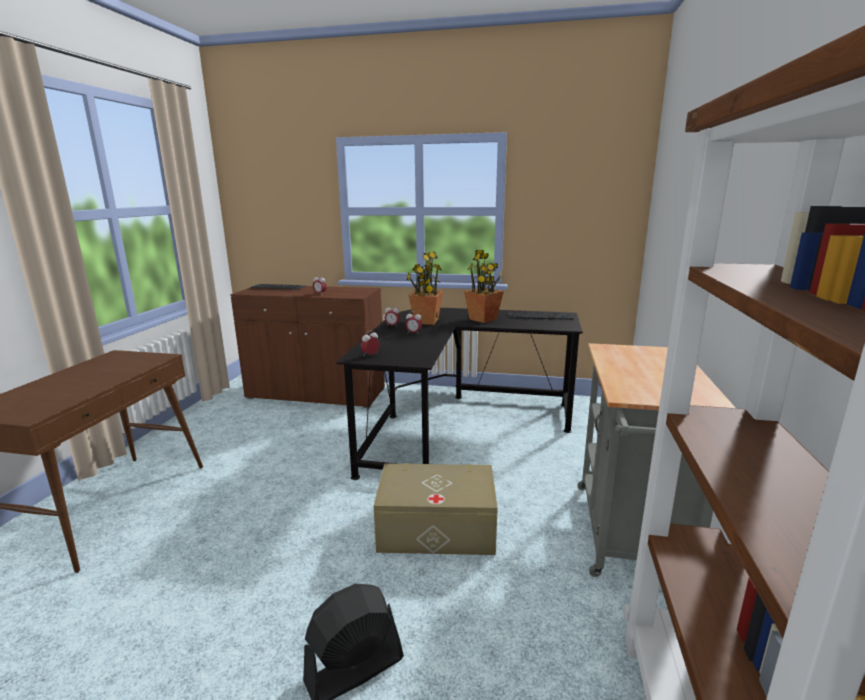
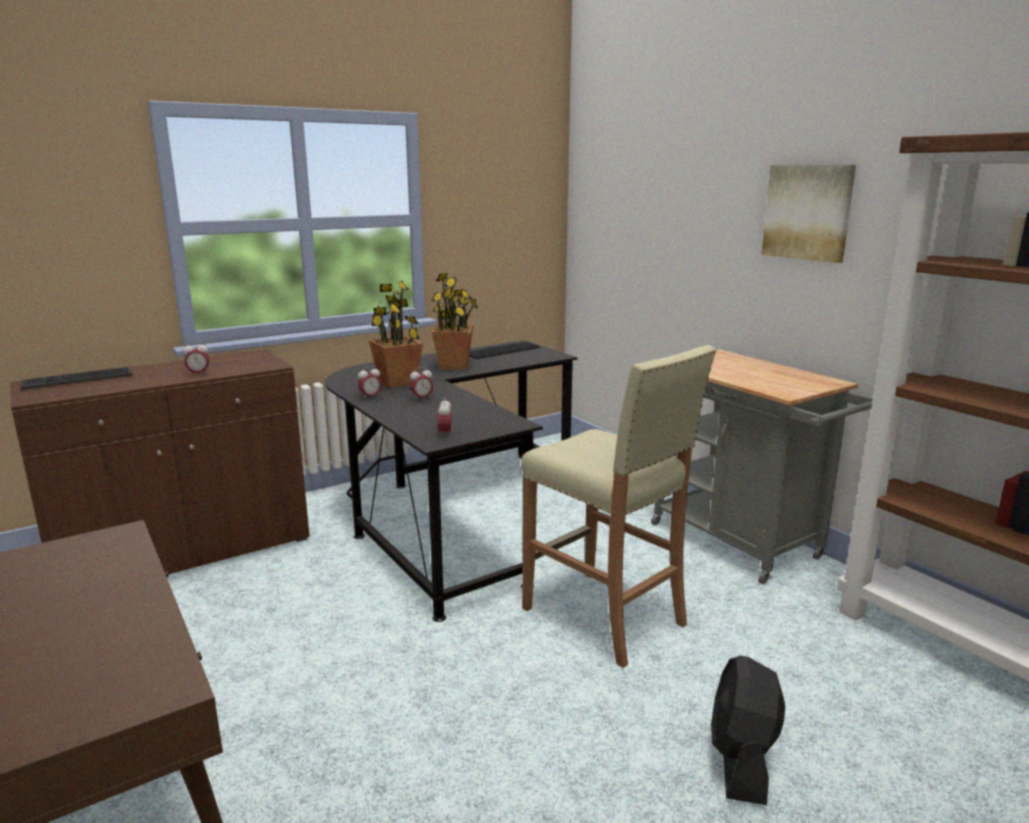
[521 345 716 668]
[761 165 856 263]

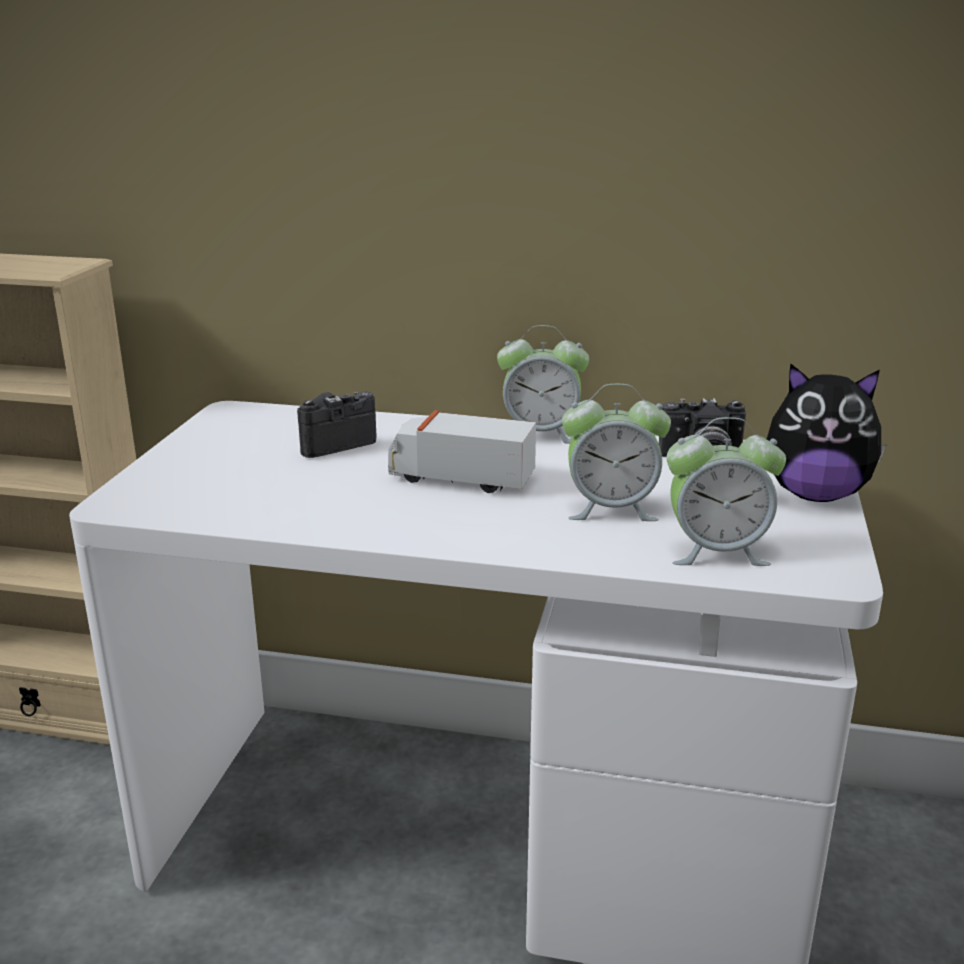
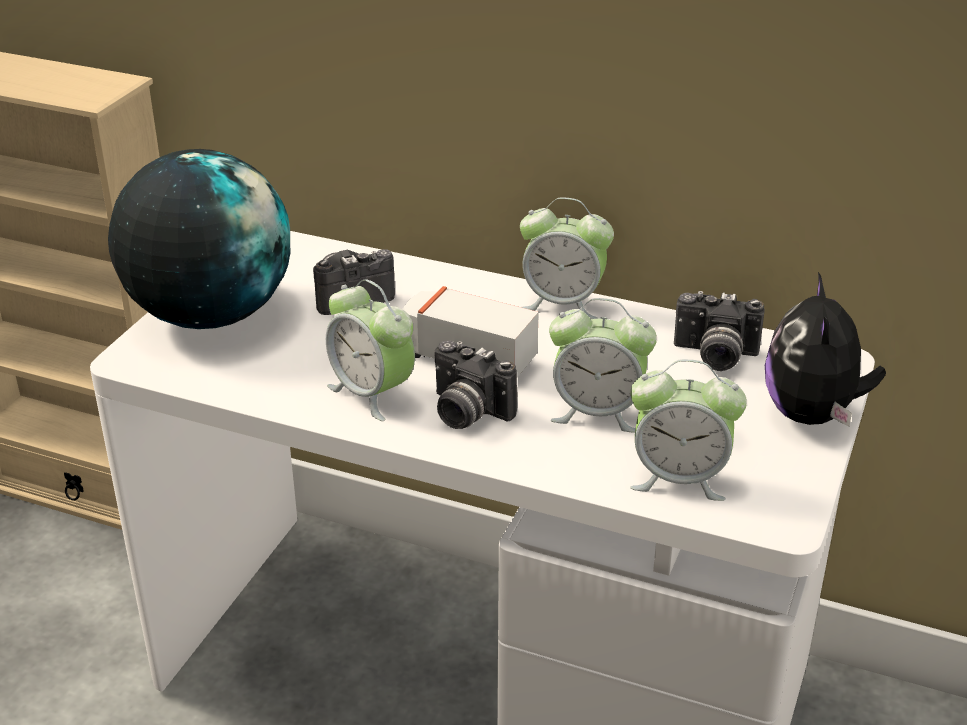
[108 149 290 329]
[326 279 415 421]
[435 341 517 429]
[765 272 886 427]

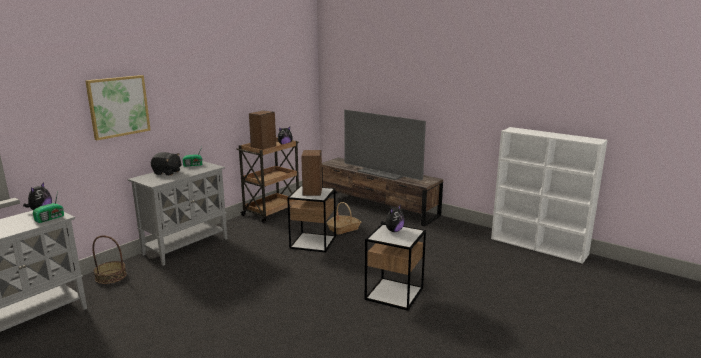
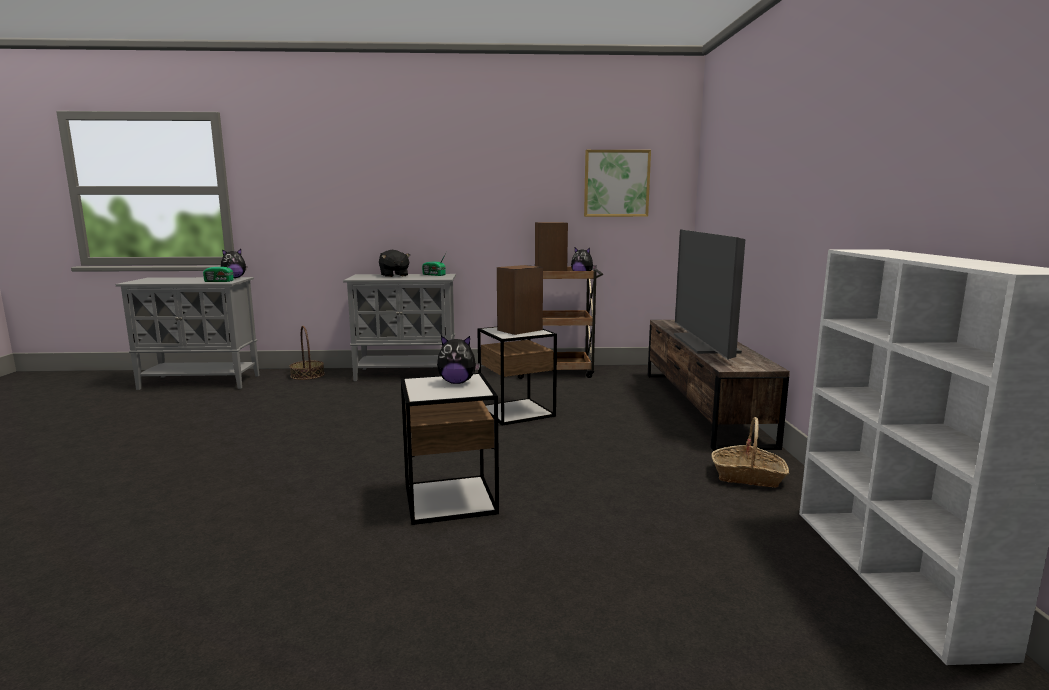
[584 150 651 217]
[711 417 789 488]

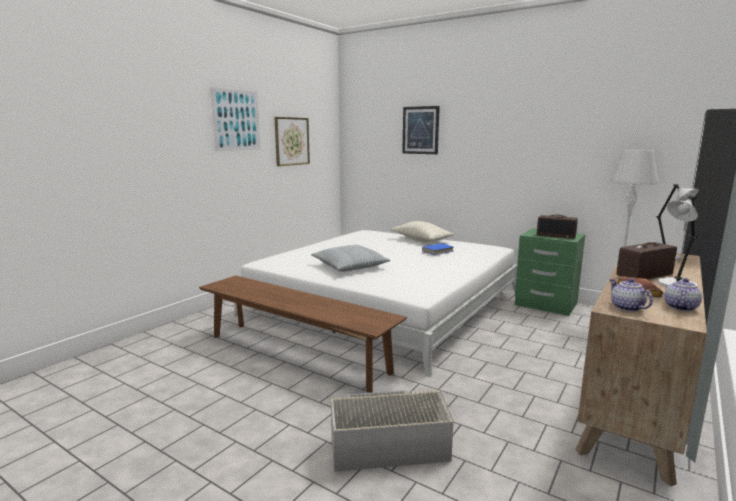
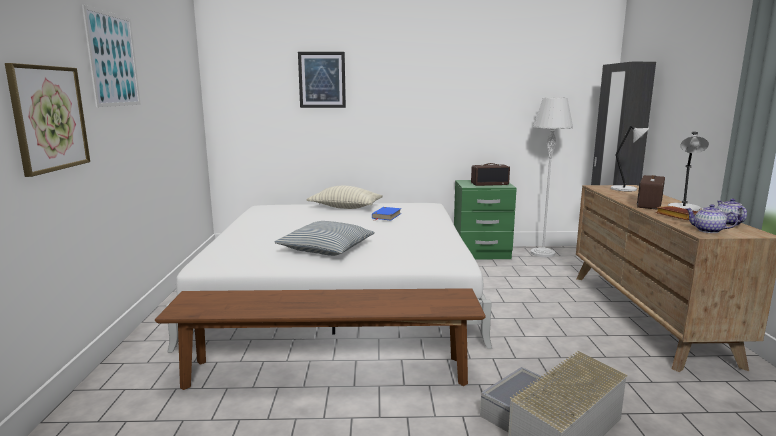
[5 63 90 177]

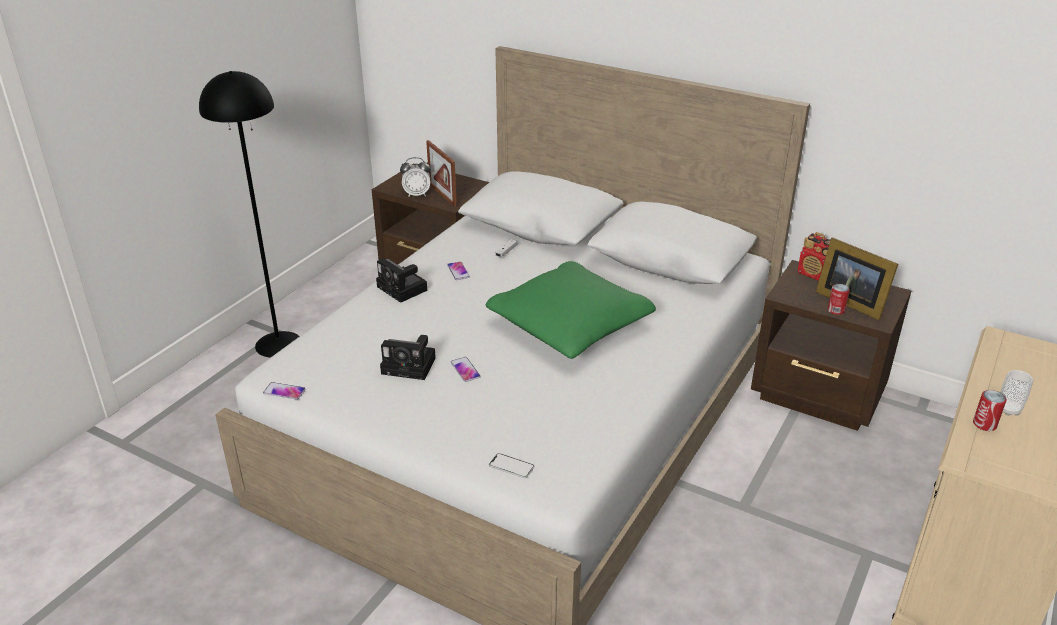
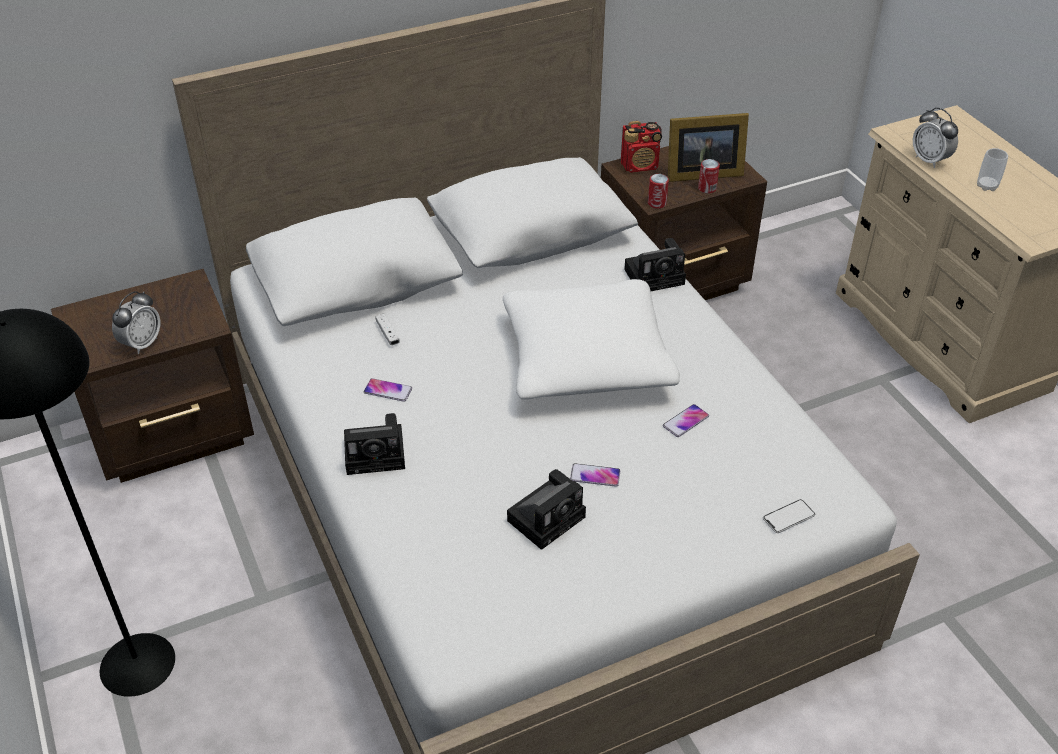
[503 279 680 400]
[624 238 686 291]
[648 174 669 209]
[663 404 709 437]
[913 107 958 168]
[426 140 457 207] (first image)

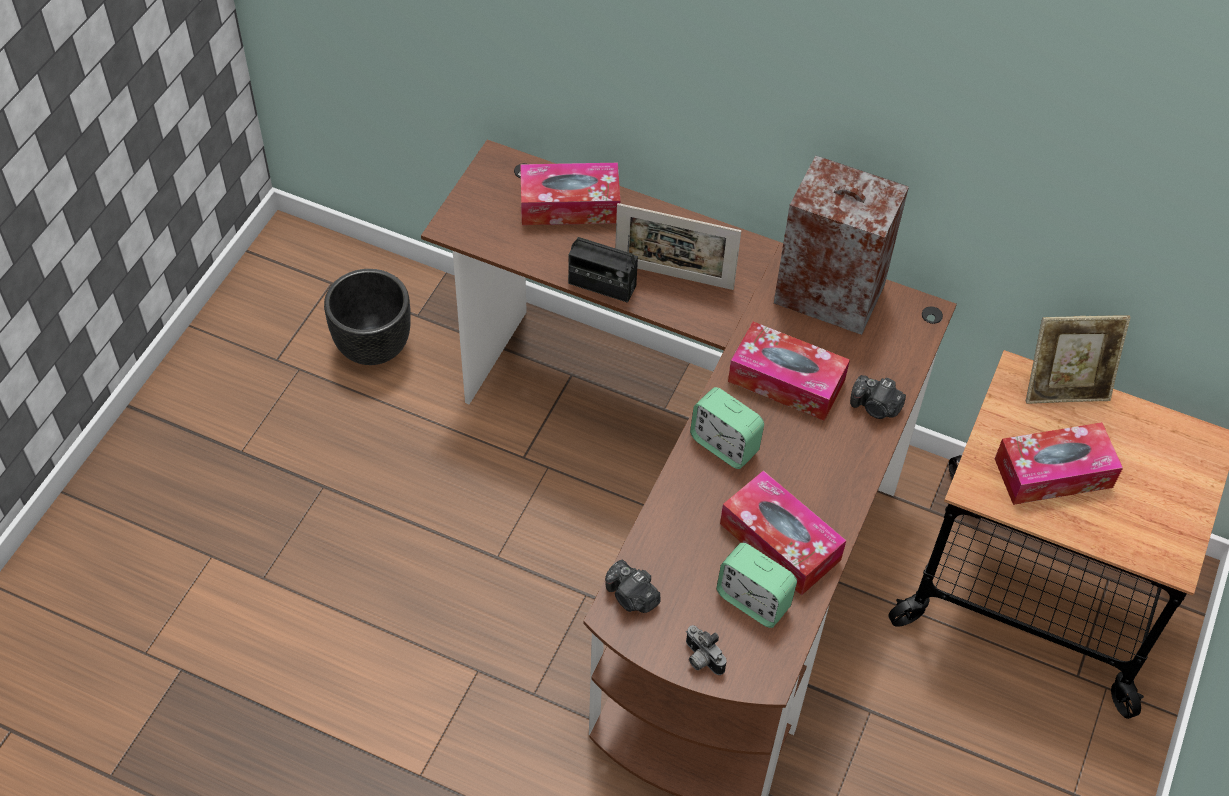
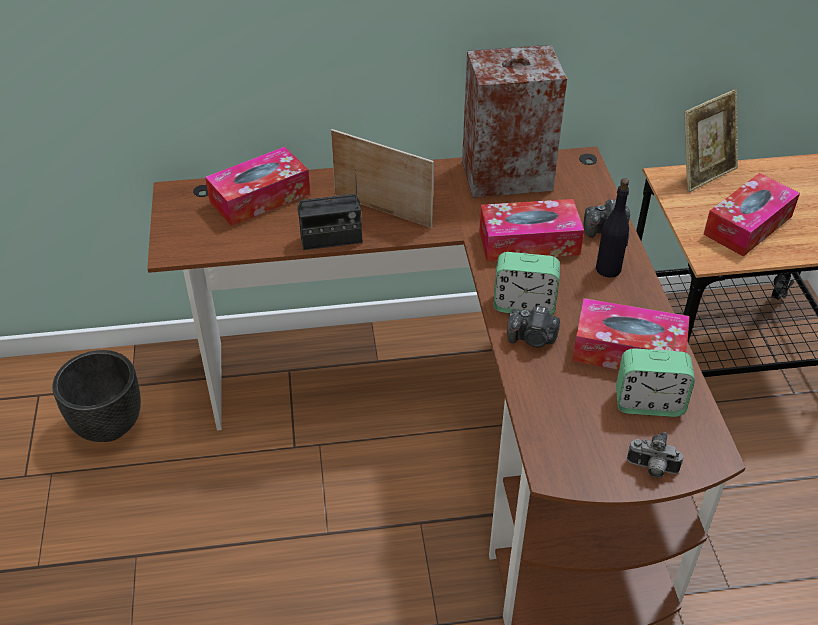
[331 129 434 228]
[507 306 560 347]
[596 178 629 278]

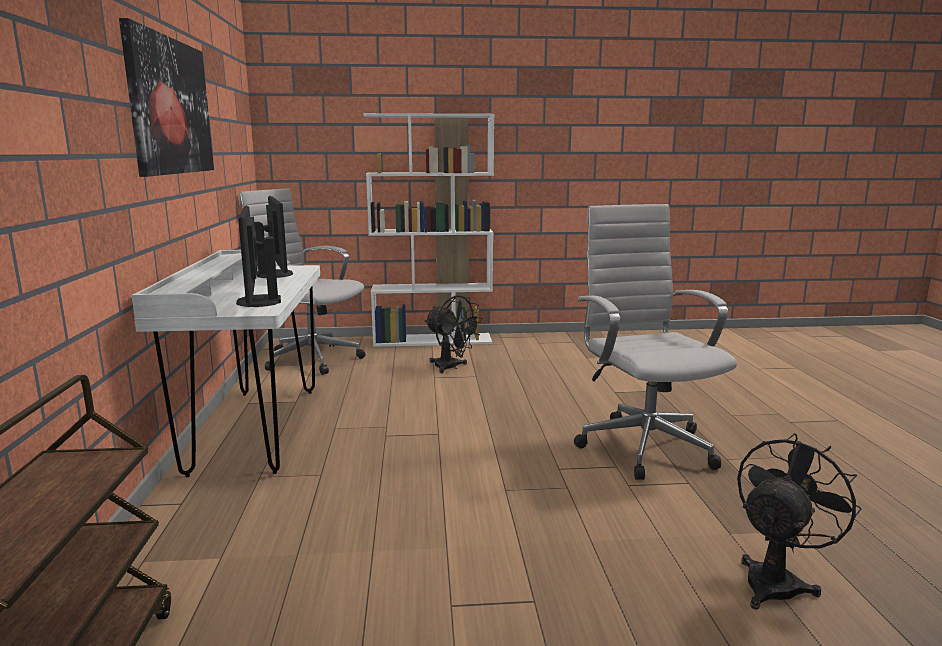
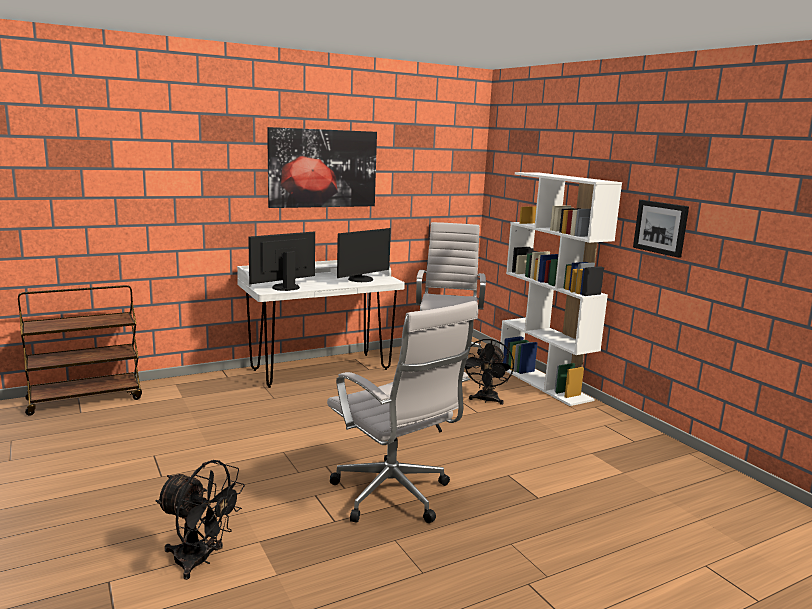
[327 301 478 523]
[633 200 689 258]

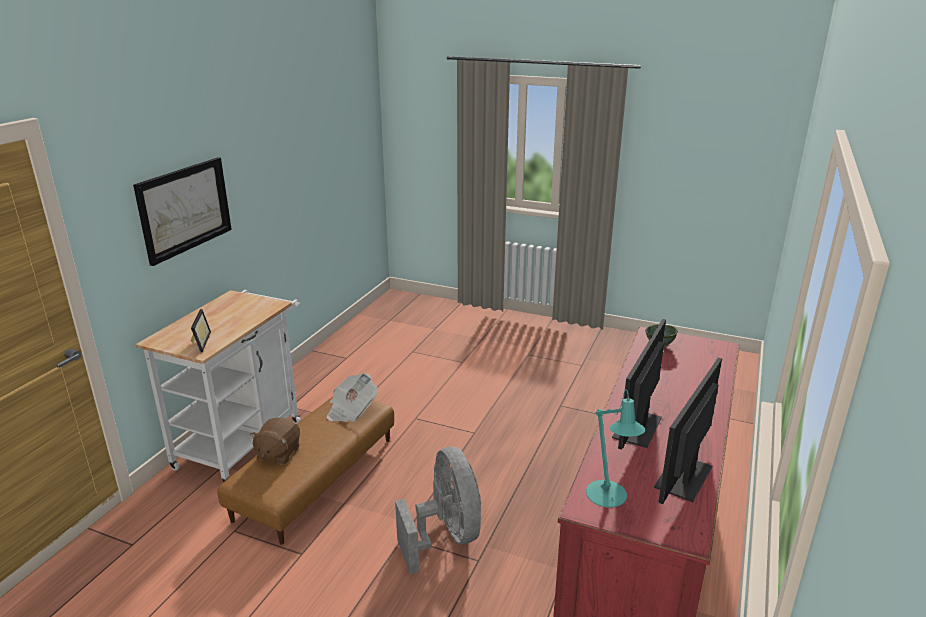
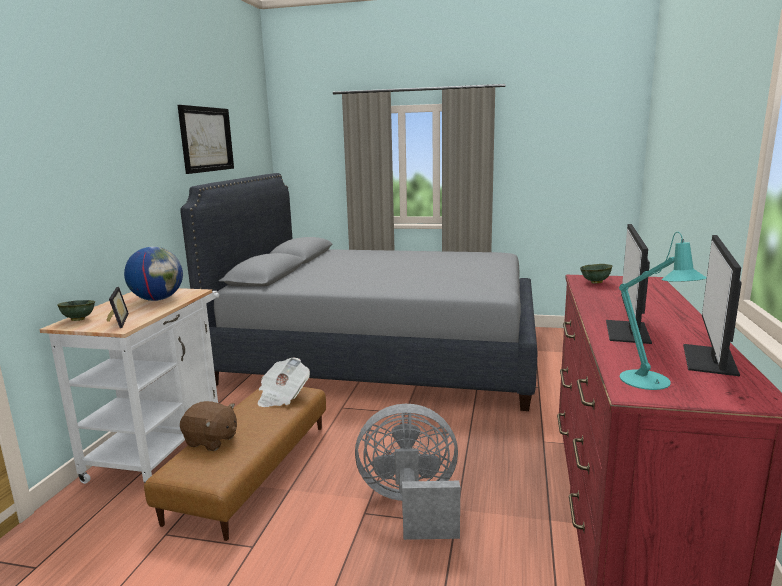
[57 300 95 321]
[124 247 183 301]
[178 105 234 174]
[180 173 537 411]
[180 401 237 451]
[355 404 460 540]

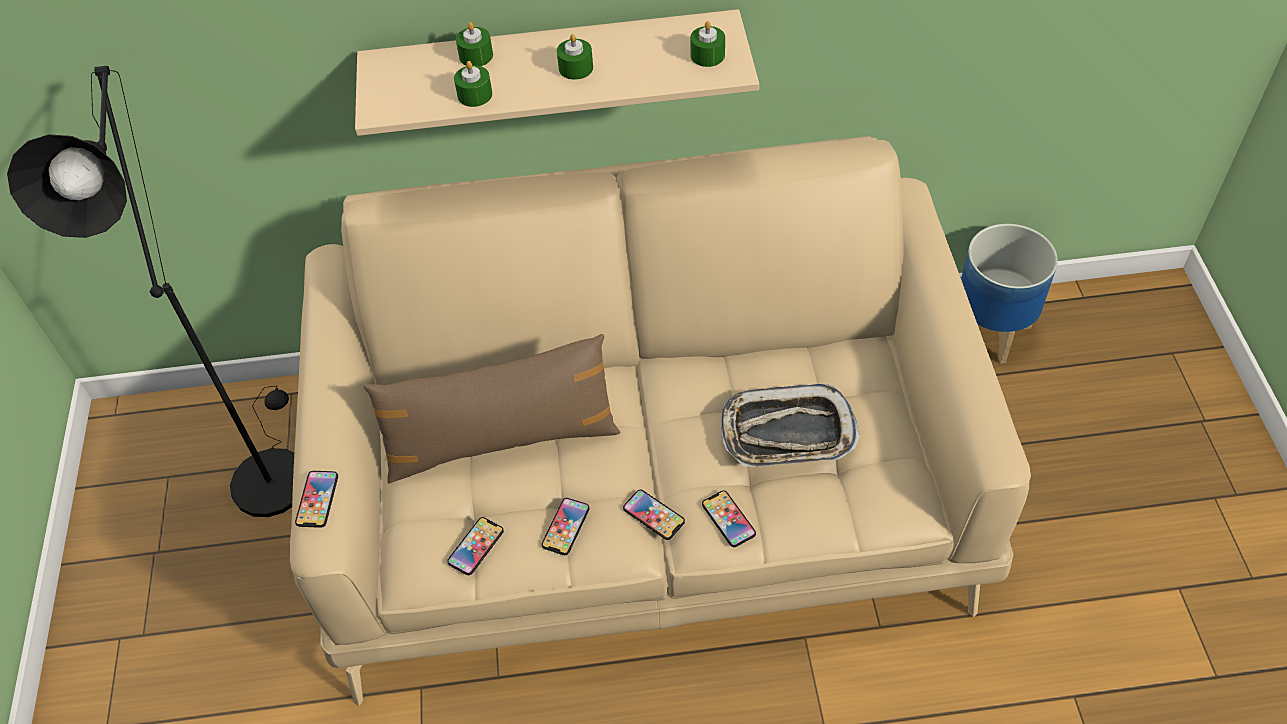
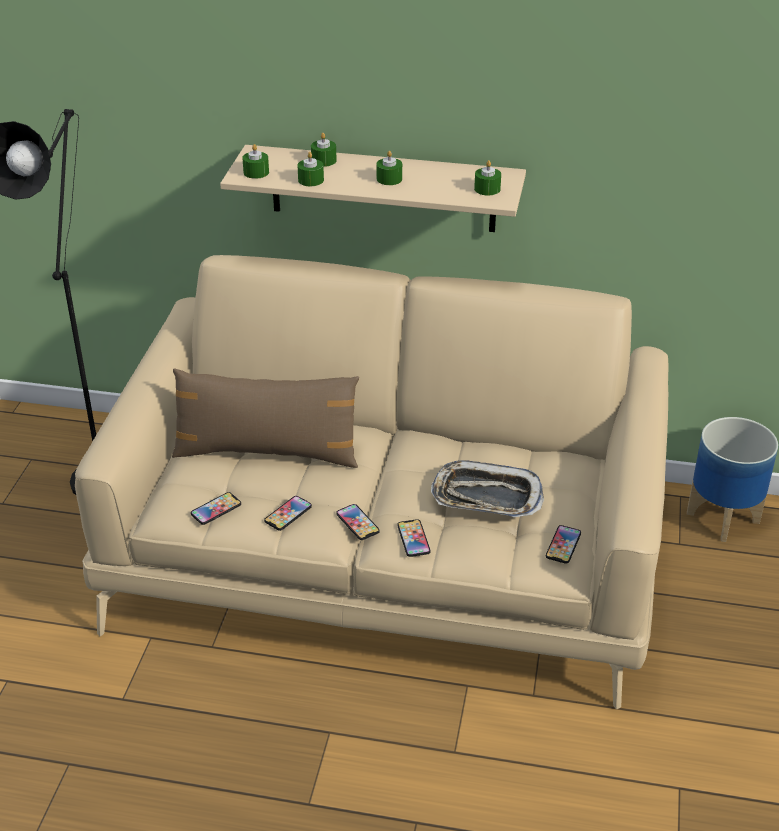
[242 144 269 179]
[546 525 581 564]

